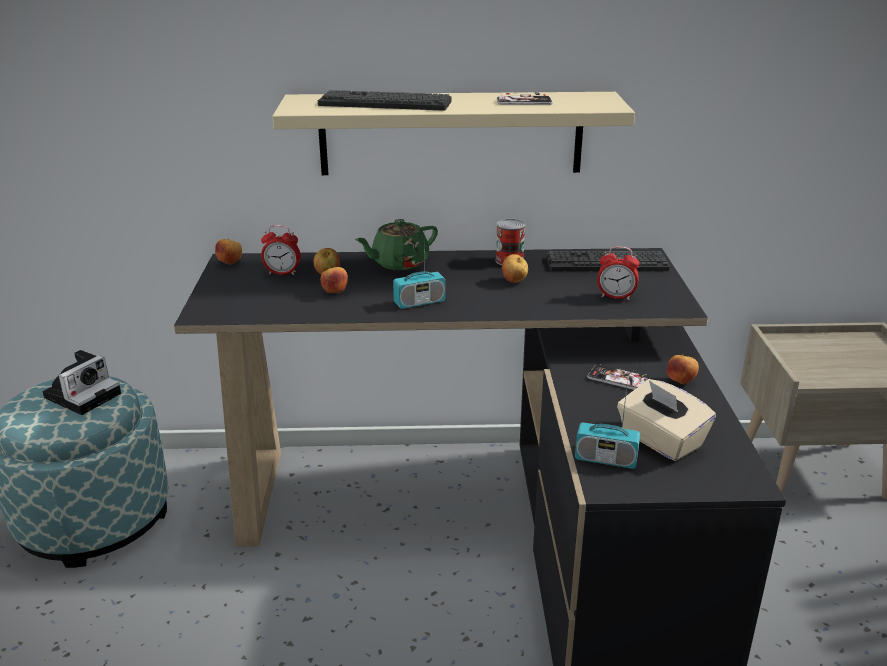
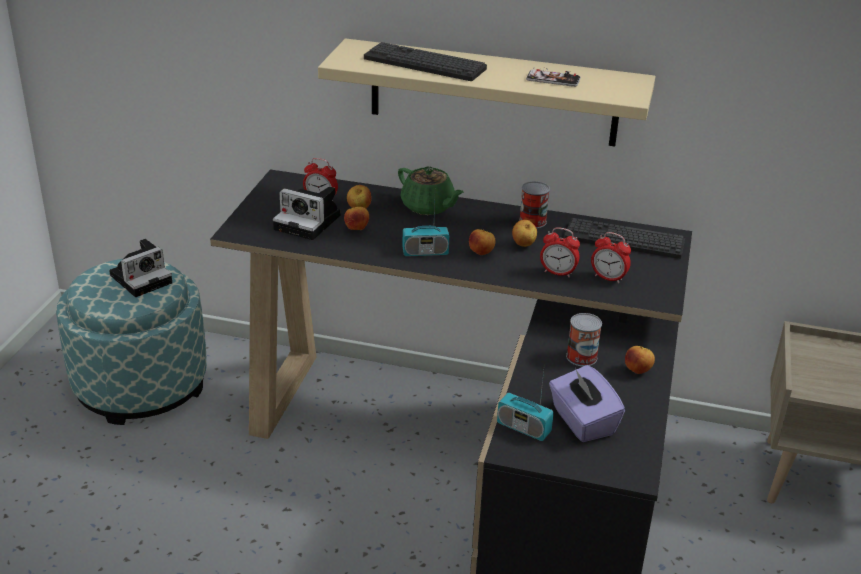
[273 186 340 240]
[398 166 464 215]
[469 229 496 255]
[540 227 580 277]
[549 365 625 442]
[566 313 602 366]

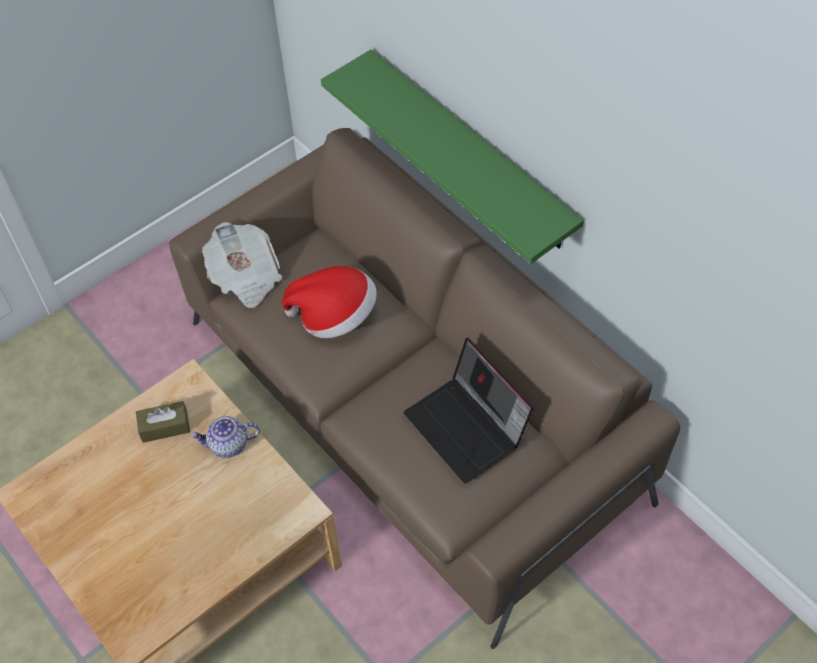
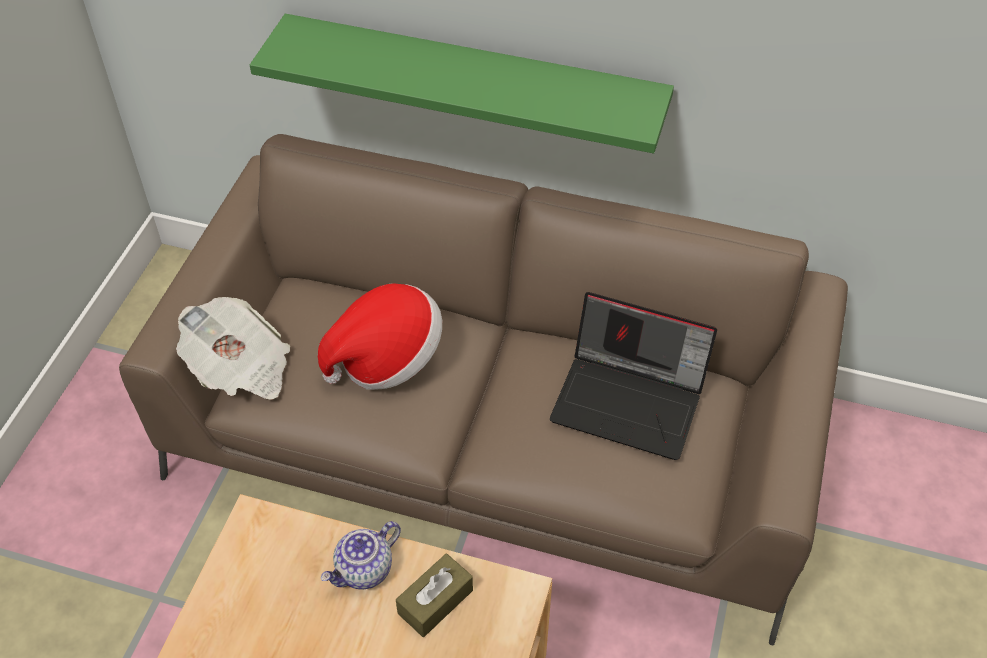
[396 554 473 637]

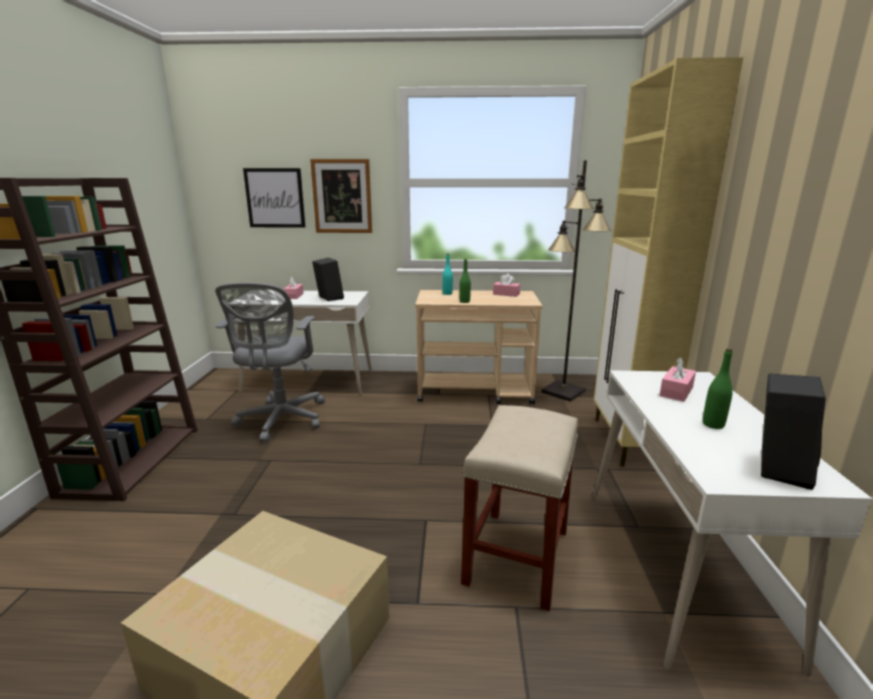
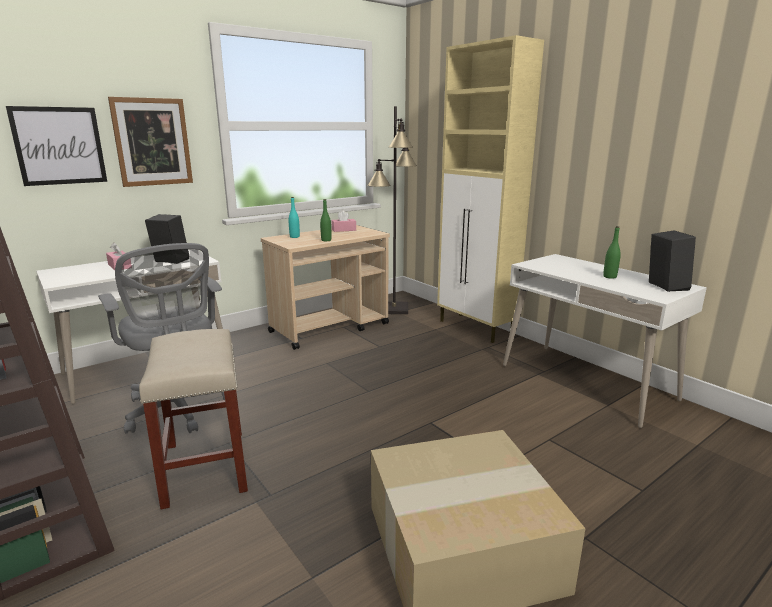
[139 329 248 509]
[659 357 696 402] (first image)

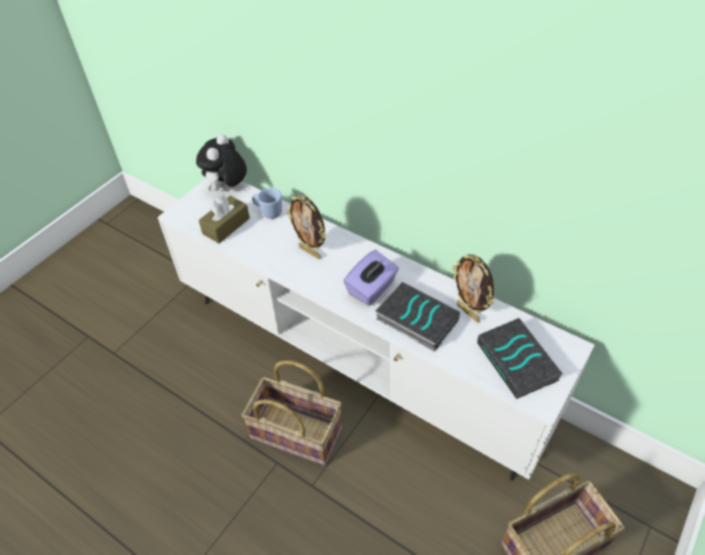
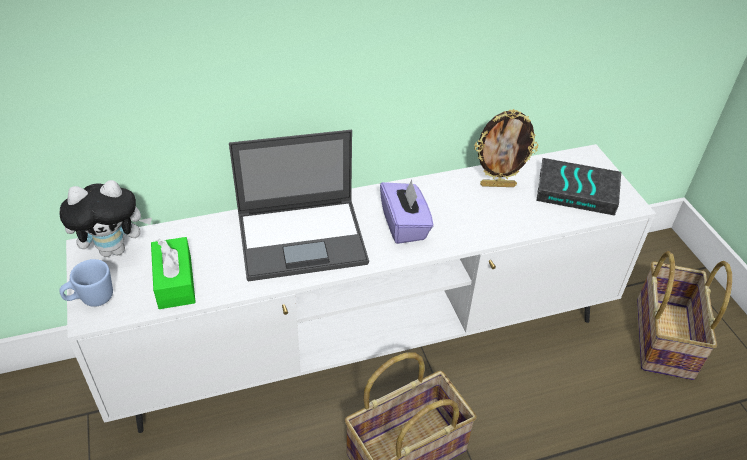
[59 180 152 257]
[59 259 113 307]
[151 237 196 309]
[229 130 369 281]
[375 282 460 352] (first image)

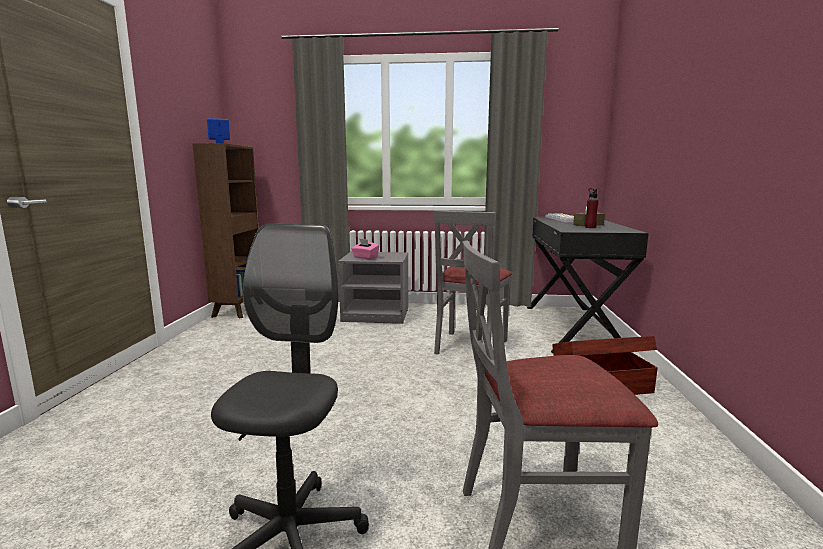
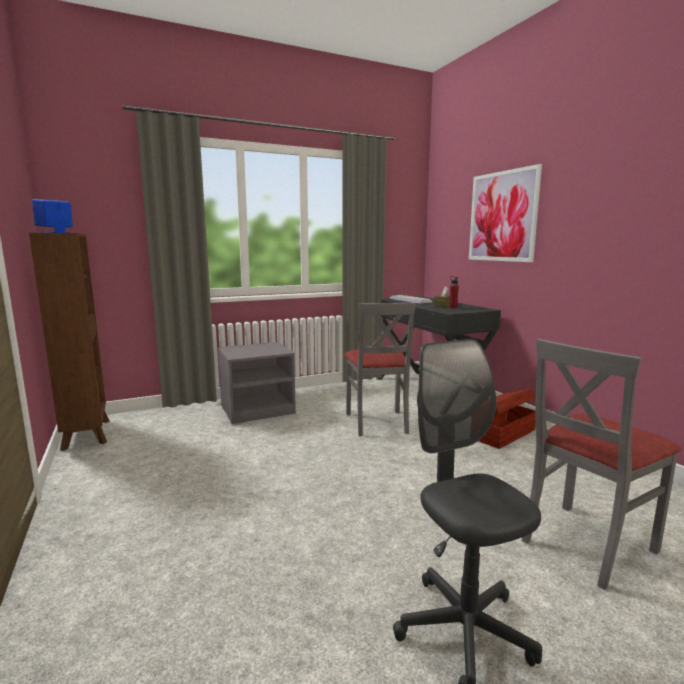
[469 164 542 262]
[351 239 379 259] (first image)

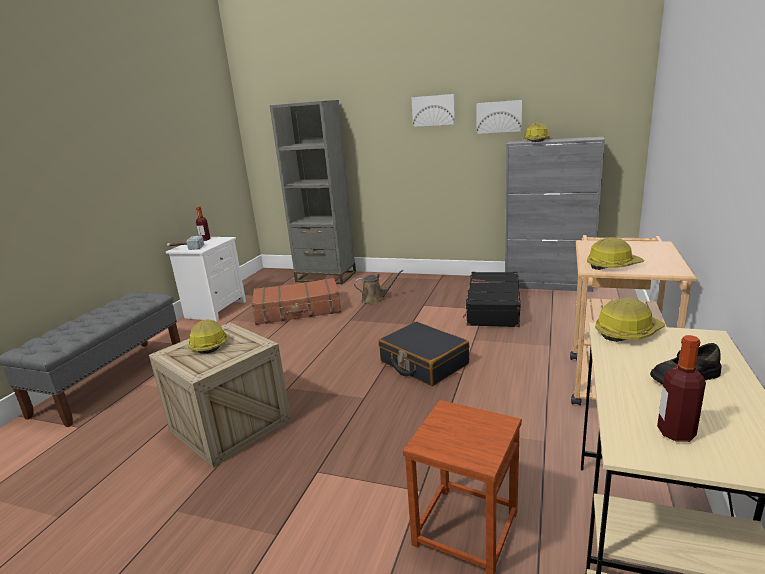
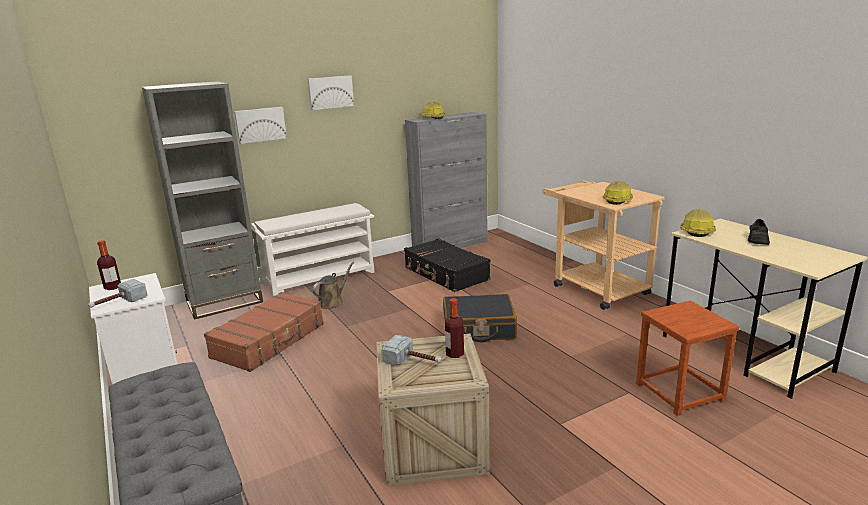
[234 107 287 144]
[251 203 374 296]
[382 335 442 365]
[445 298 464 358]

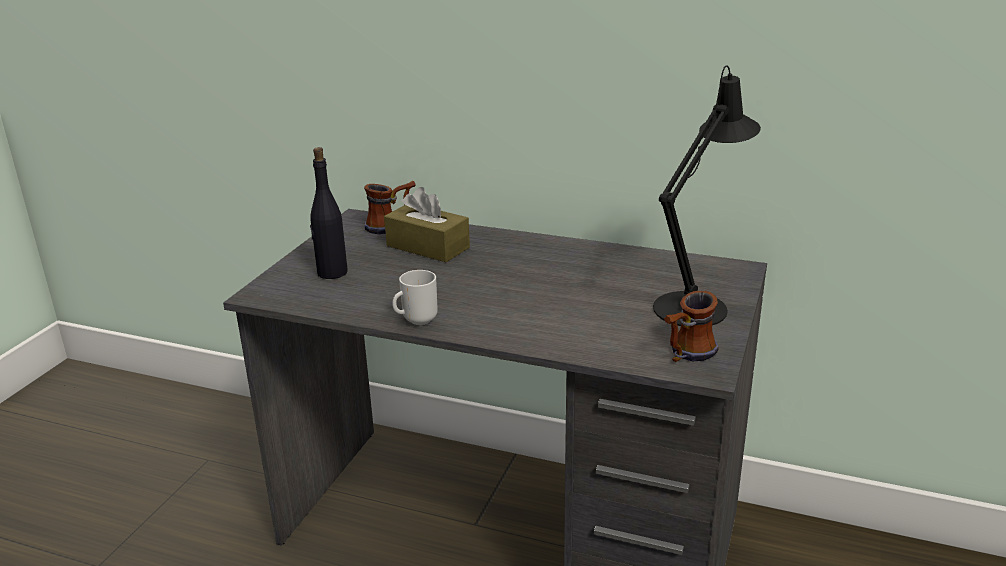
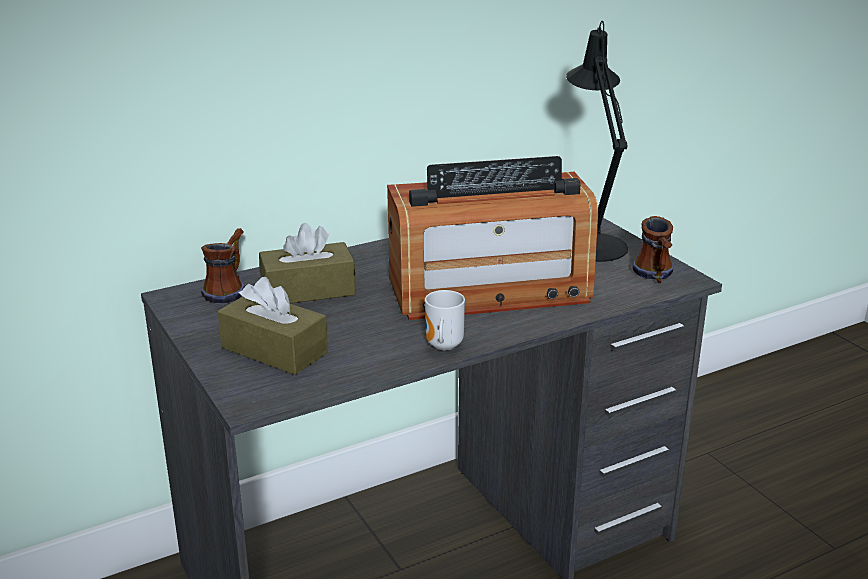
[218 277 328 375]
[387 156 598 320]

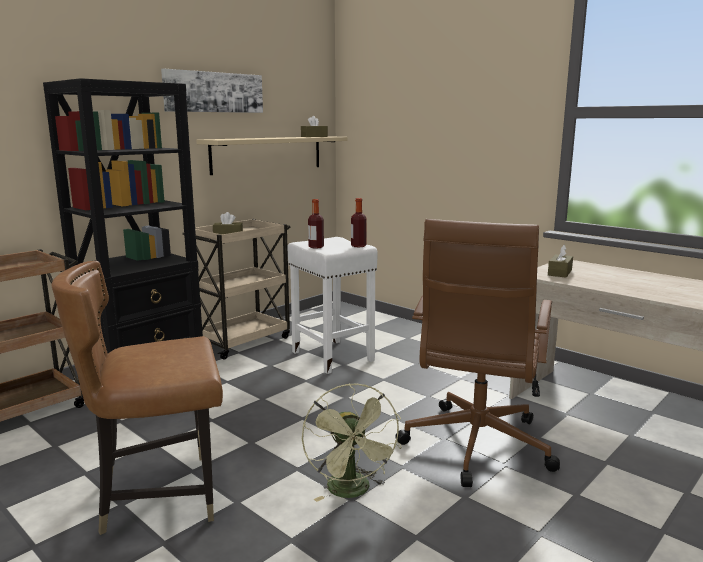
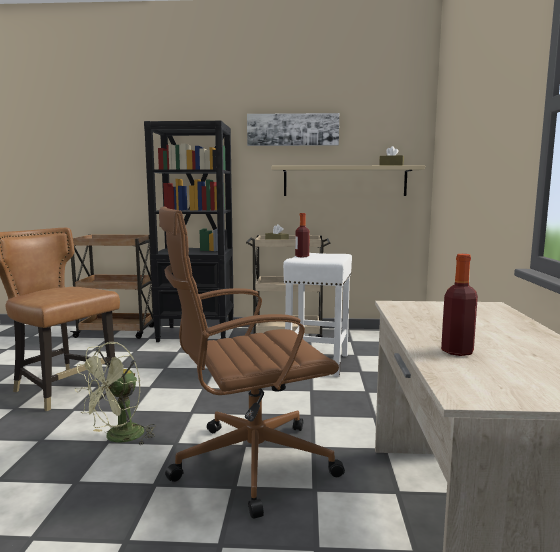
[441 254 478 356]
[548 245 573 278] (first image)

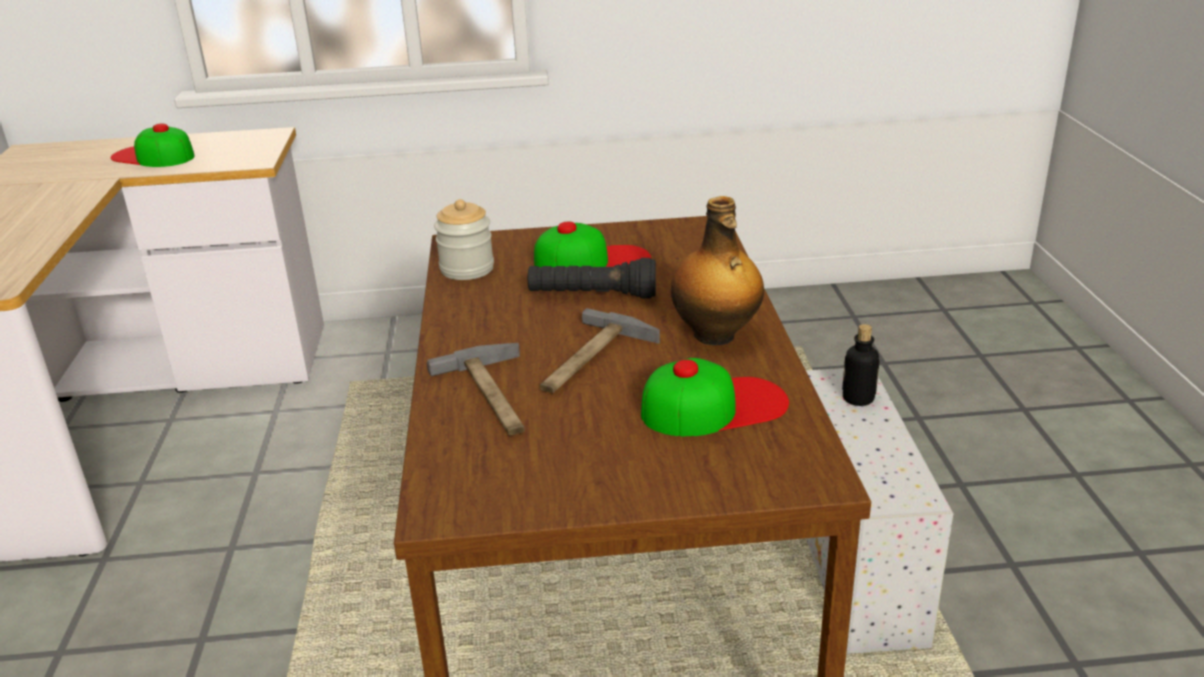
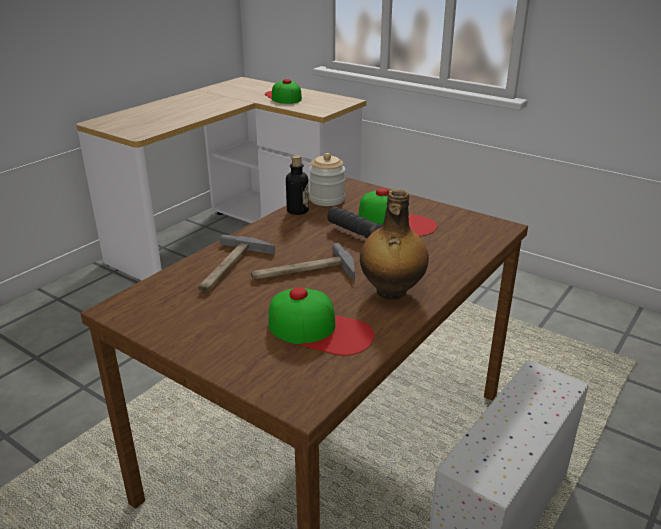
[286 155 309 215]

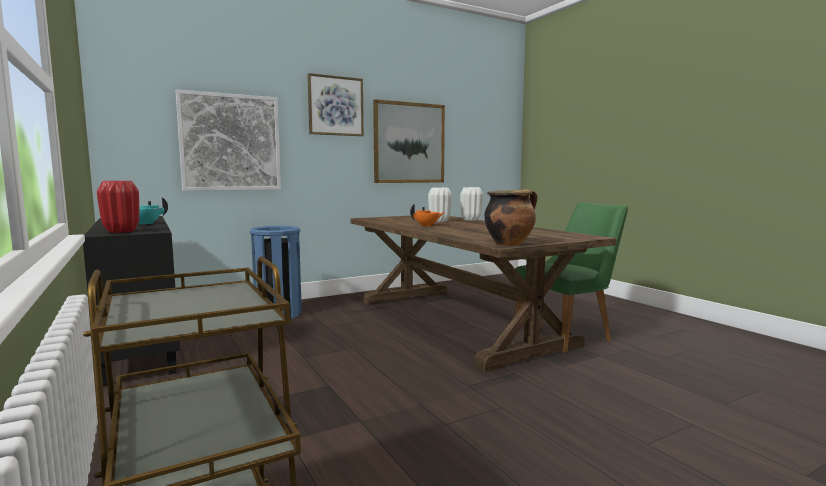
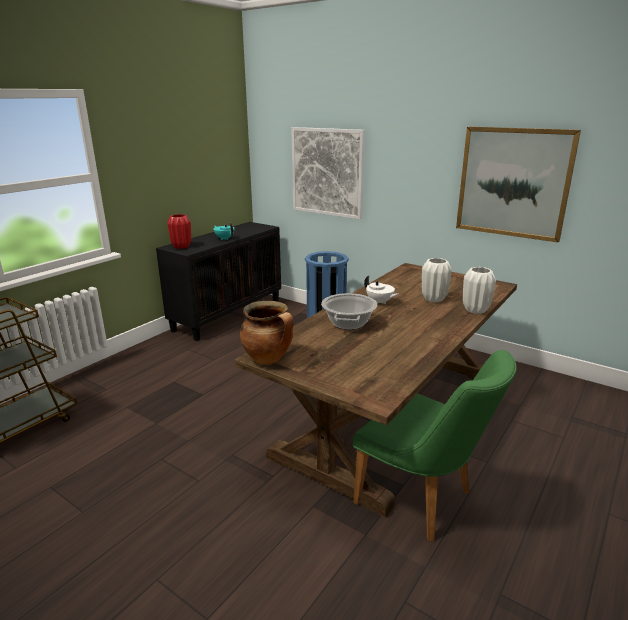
[321 293 377 330]
[364 276 399 304]
[307 73 364 136] (first image)

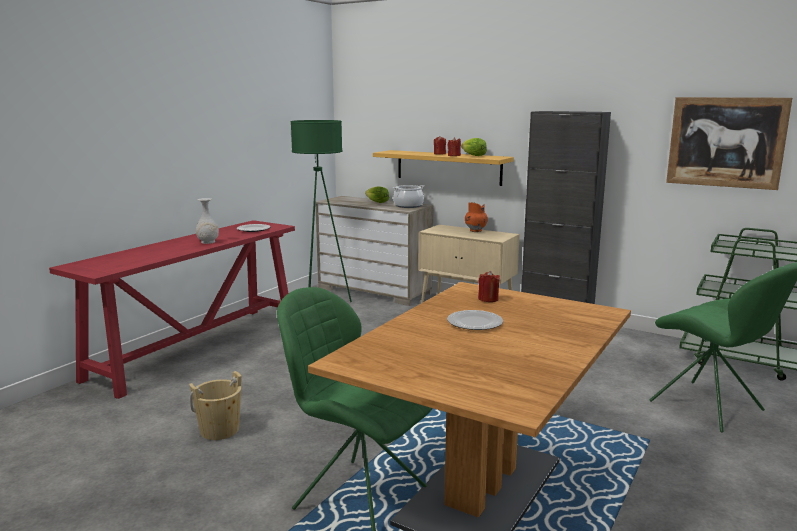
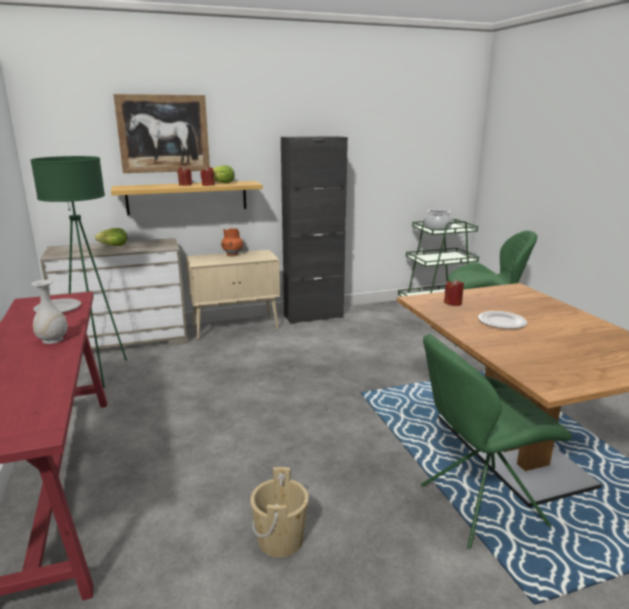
[113 94 210 173]
[424 208 452 231]

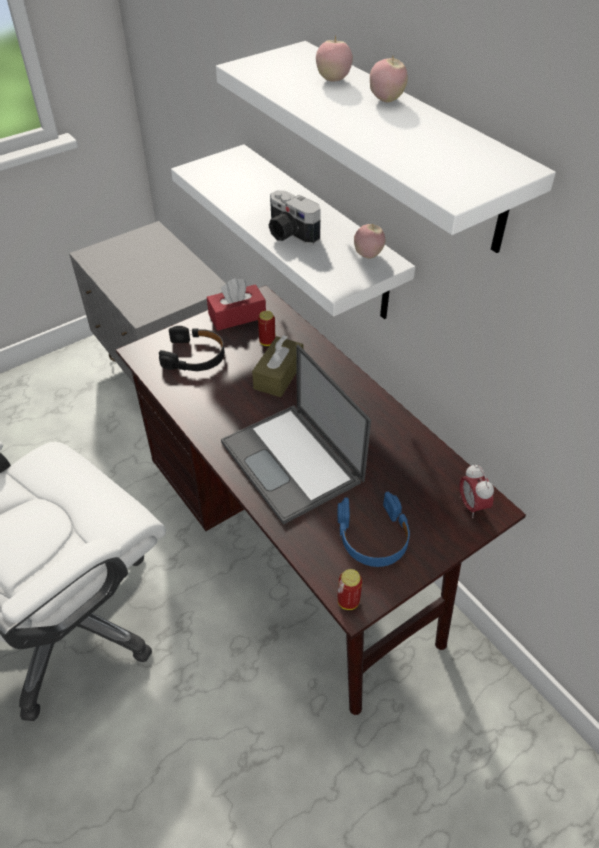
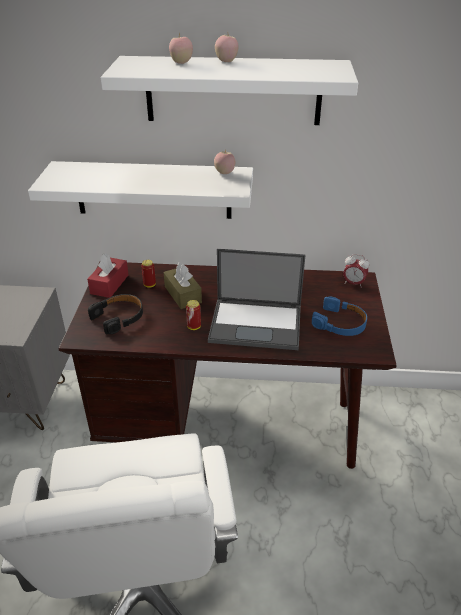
[186 300 201 330]
[268 190 320 244] (first image)

